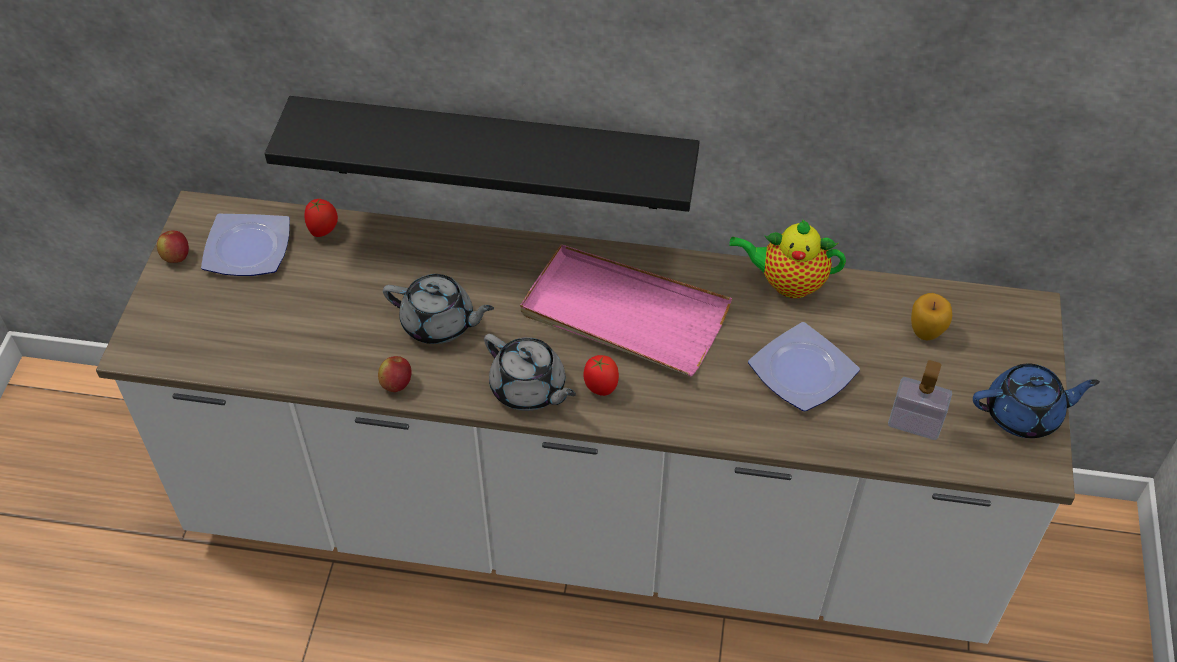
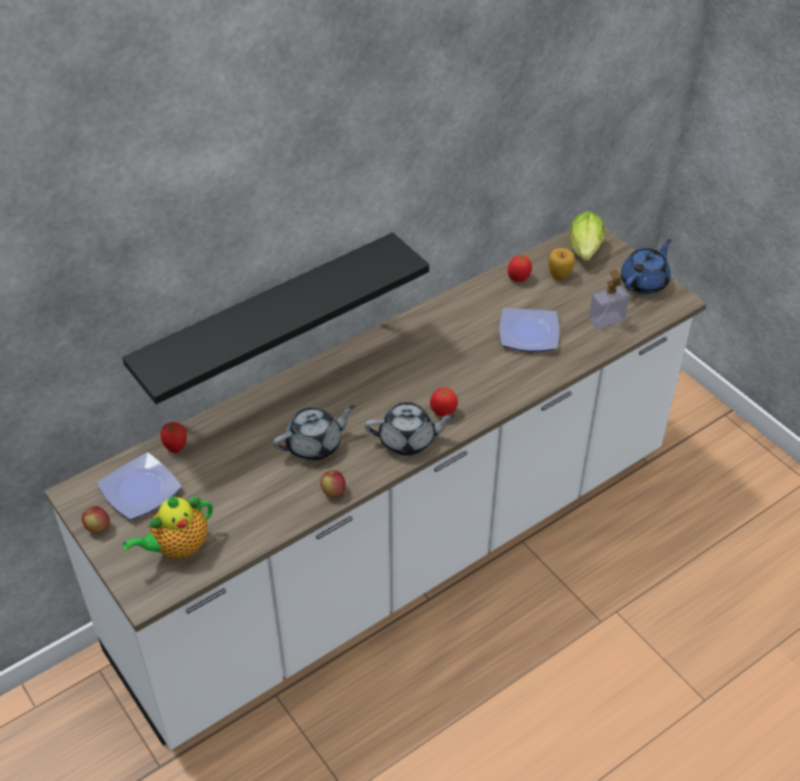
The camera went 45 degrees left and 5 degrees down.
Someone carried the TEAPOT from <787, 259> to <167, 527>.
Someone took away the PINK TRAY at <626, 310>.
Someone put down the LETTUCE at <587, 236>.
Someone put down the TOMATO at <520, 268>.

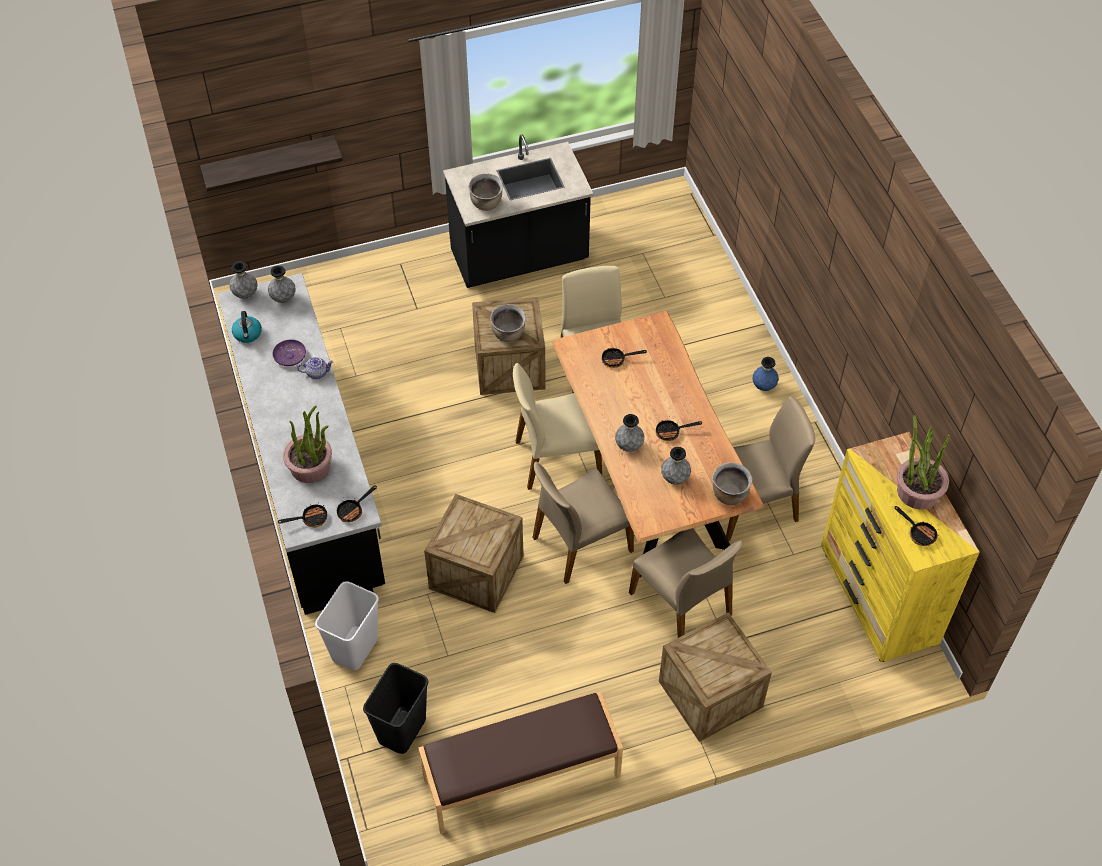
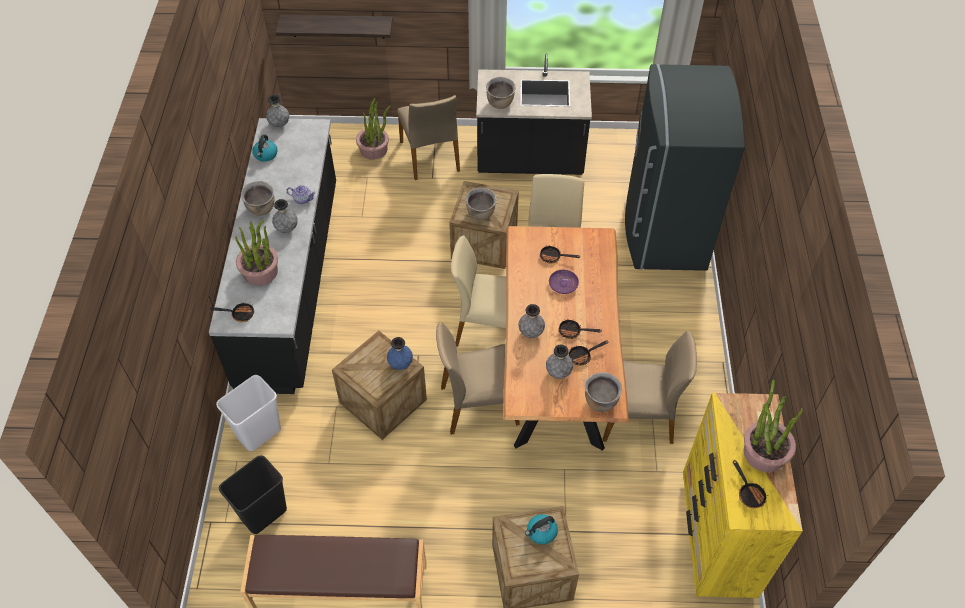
The camera went 20 degrees right and 0 degrees up.
Someone carried the GREY VASE from <282, 284> to <285, 216>.
Someone carried the PURPLE PLATE from <289, 353> to <564, 282>.
Someone carried the BLUE VASE from <766, 374> to <400, 353>.
Someone carried the FRYING PAN from <357, 503> to <588, 353>.
Someone carried the BEIGE CHAIR from <686, 583> to <428, 137>.
Someone put down the GREY FRIDGE at <685, 167>.
Someone put down the POTTED PLANT at <373, 129>.
Someone put down the BROWN COOKING POT at <258, 198>.
Someone put down the KETTLE at <541, 529>.

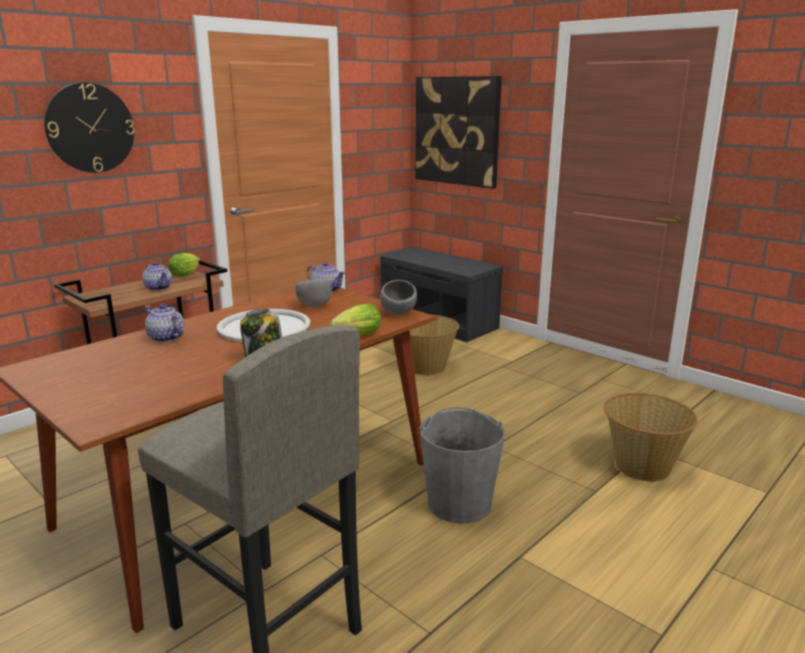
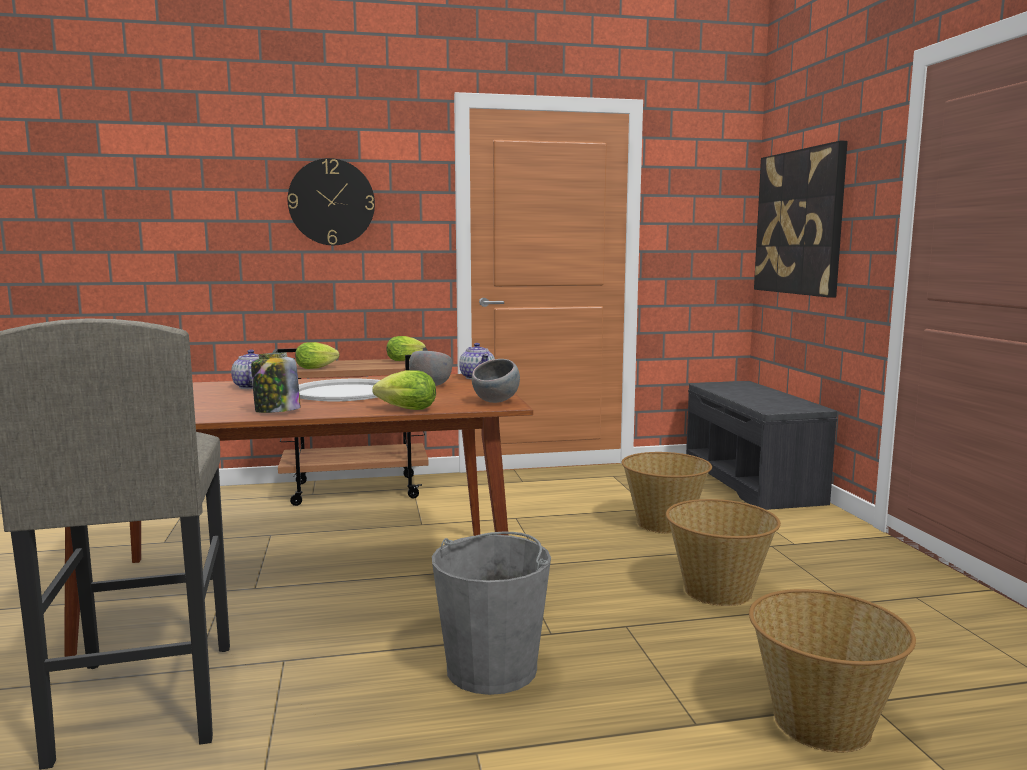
The camera went 35 degrees right and 10 degrees down.
Someone took away the TEAPOT at <157, 276>.
Someone put down the LETTUCE at <317, 355>.
Someone put down the BASKET at <723, 552>.

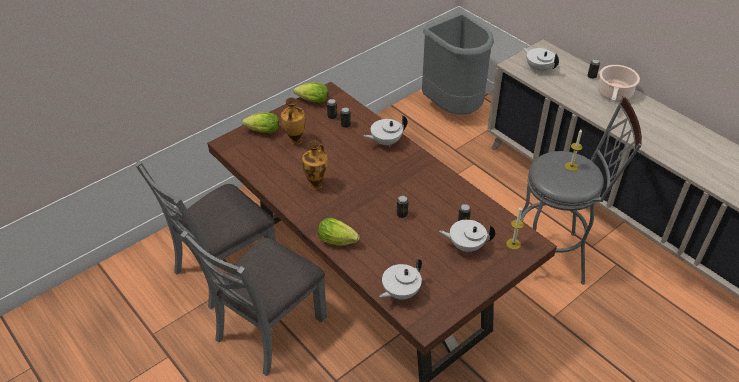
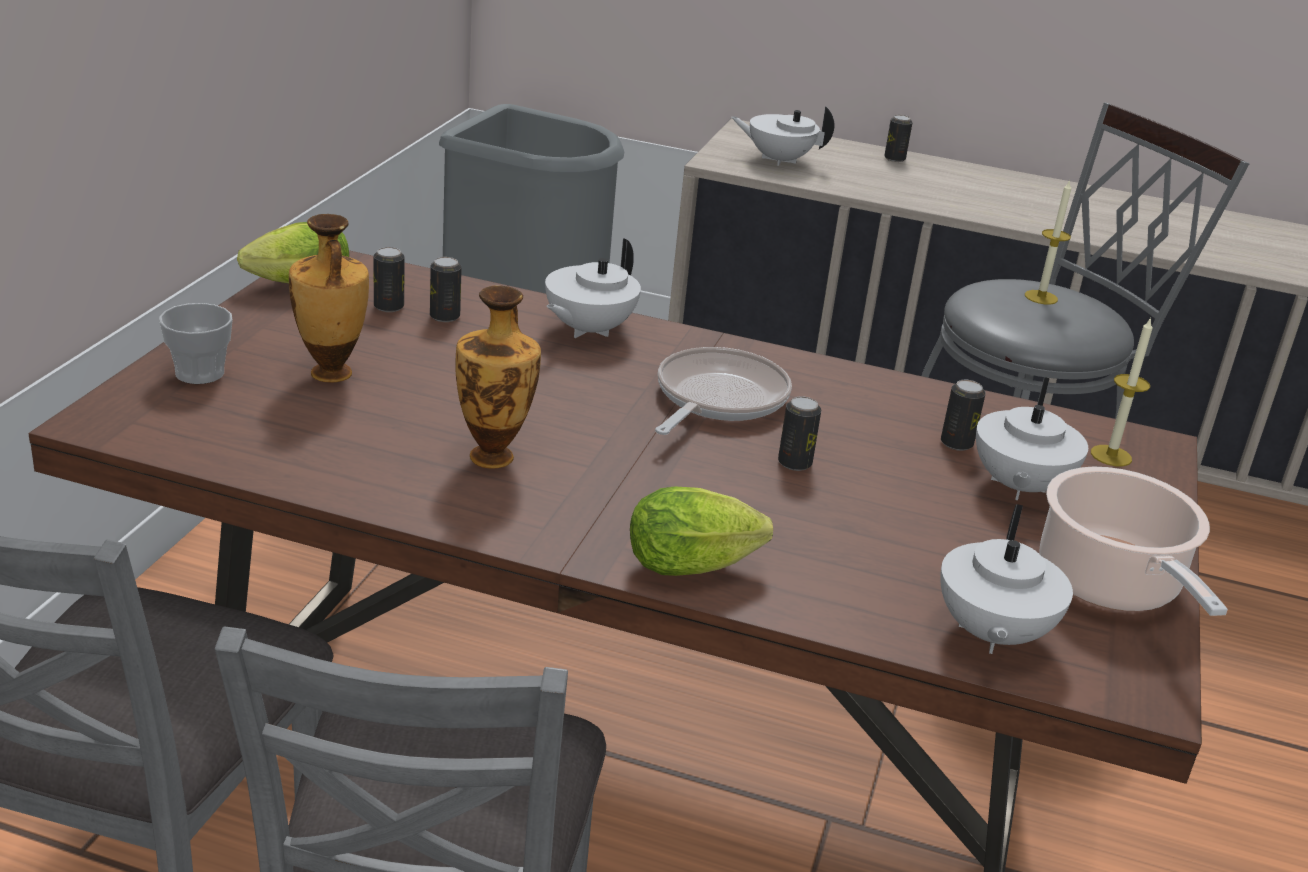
The camera went 35 degrees left and 15 degrees down.
Someone carried the COOKING POT from <619, 83> to <1133, 541>.
Someone swapped the LETTUCE at <260, 123> for the CUP at <196, 343>.
Someone rotated the WHITE TEAPOT at <467, 235> by 45 degrees counterclockwise.
Someone put down the FRYING PAN at <723, 391>.

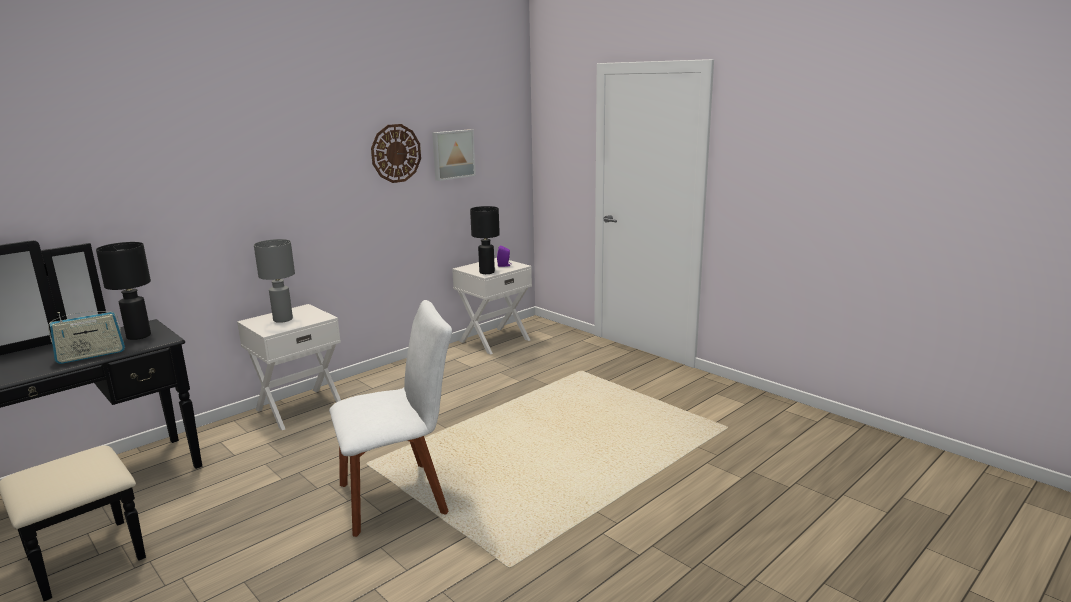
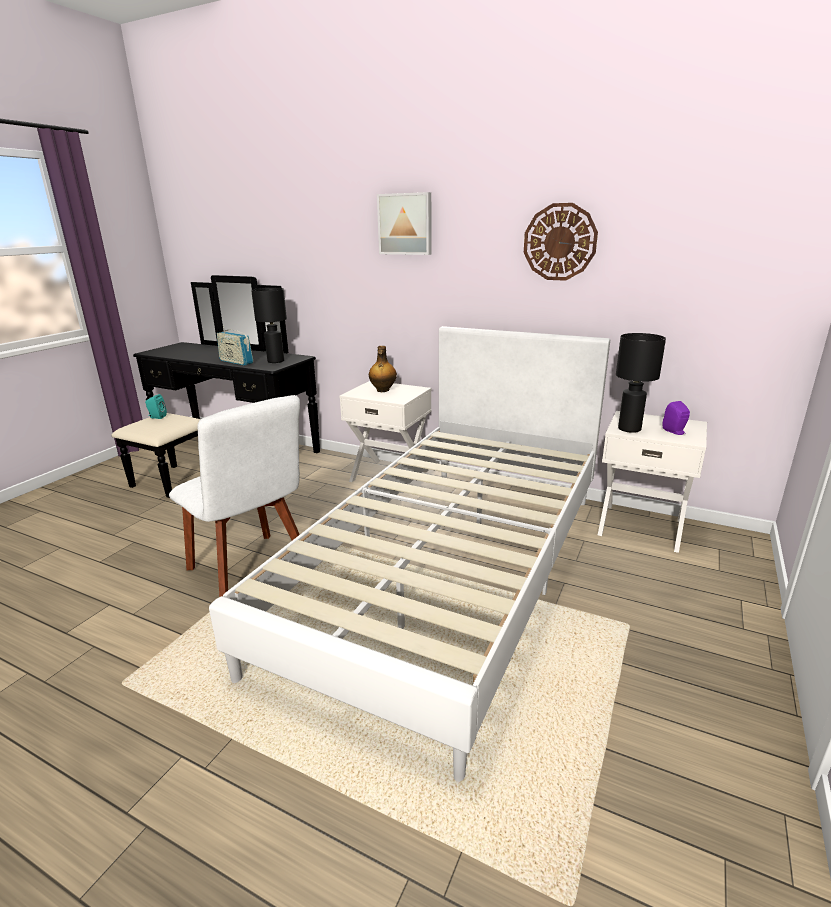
The camera went 70 degrees right and 5 degrees up.
Someone carried the PICTURE from <454, 155> to <404, 223>.
Someone swapped the GREY TABLE LAMP at <274, 281> for the BOTTLE at <383, 369>.
Someone put down the WHITE BED at <409, 554>.
Someone put down the TURQUOISE SPEAKER at <156, 406>.

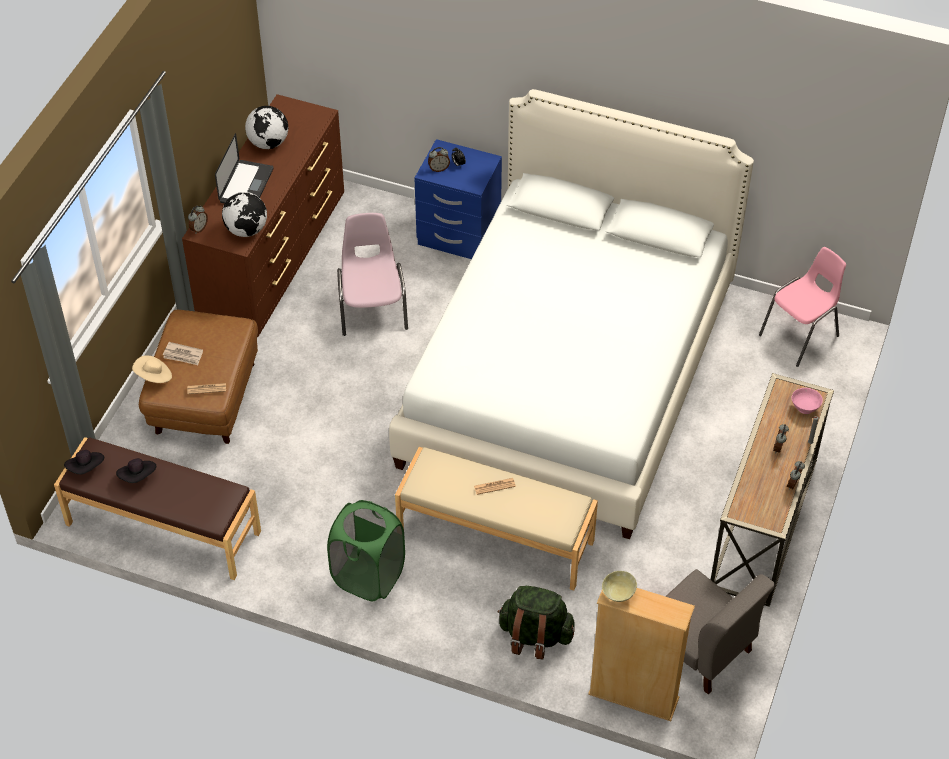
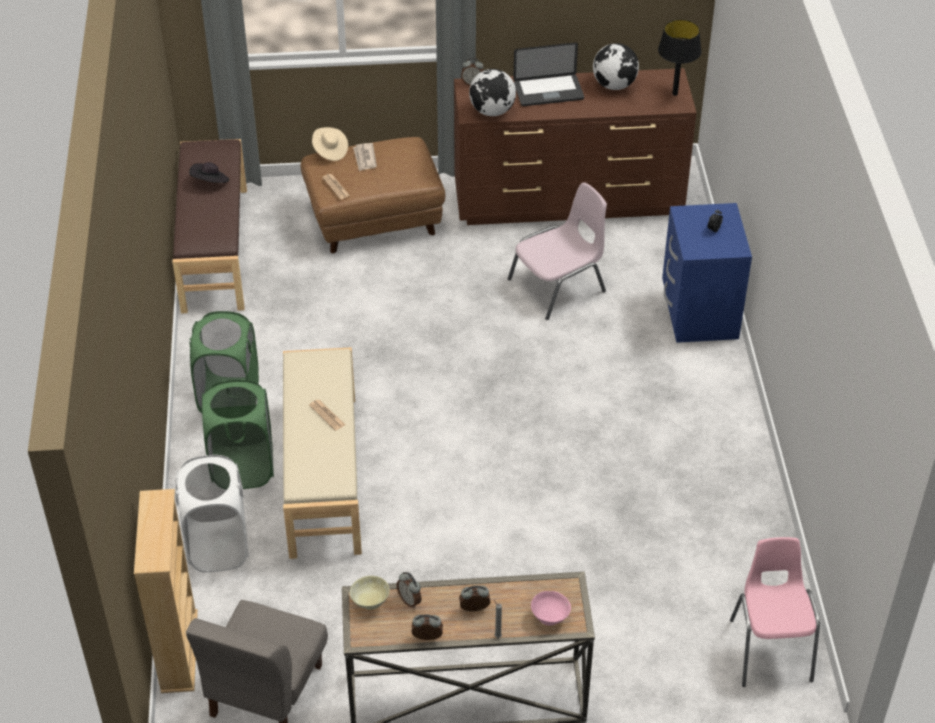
The camera went 65 degrees right and 5 degrees down.
Someone took away the WHITE BED at <571, 314>.
Someone carried the ALARM CLOCK from <439, 159> to <409, 590>.
Someone rotated the PINK CHAIR at <802, 307> by 120 degrees counterclockwise.
Someone took away the BLACK HAT at <84, 462>.
Someone carried the BEIGE BOWL from <619, 586> to <370, 593>.
Someone swapped the GREEN BACKPACK at <536, 622> for the WHITE LAUNDRY BASKET at <212, 513>.
Someone put down the BLACK TABLE LAMP at <680, 57>.
Someone put down the GREEN LAUNDRY BASKET at <238, 434>.

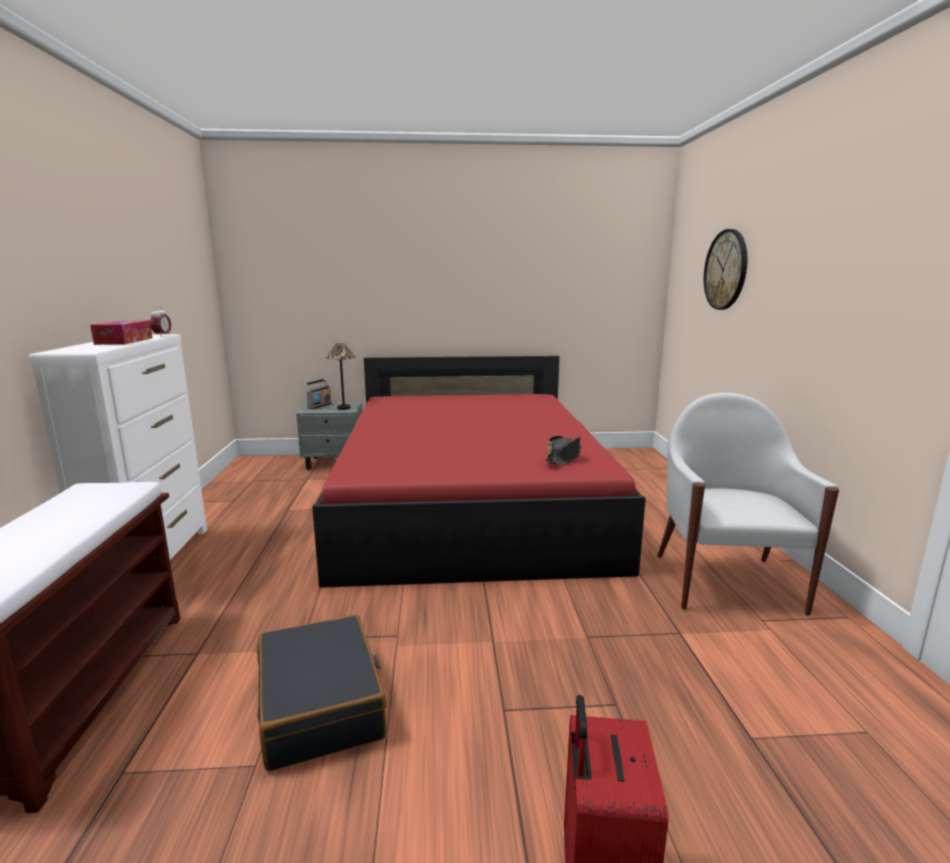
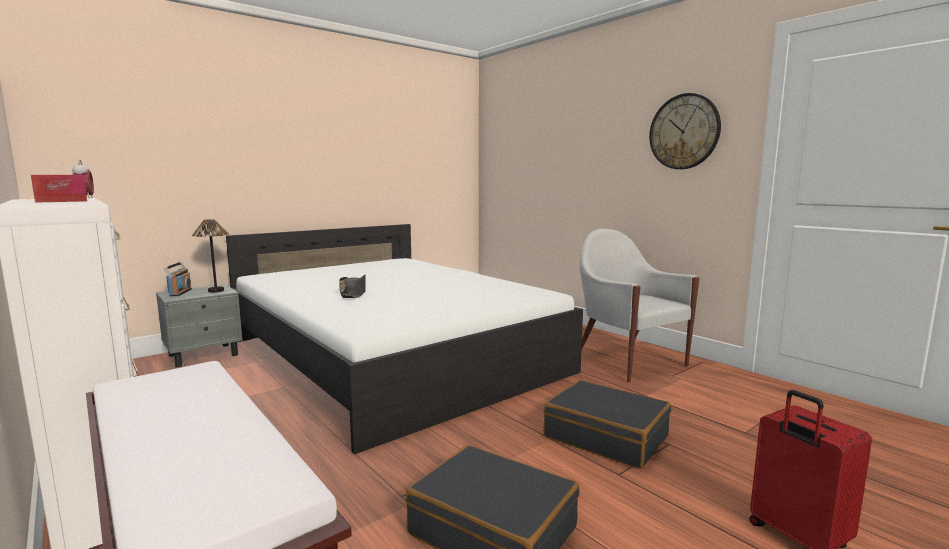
The camera went 35 degrees left and 5 degrees down.
Someone carried the WALL CLOCK from <725, 269> to <685, 131>.
Someone repainted the RED BED at <479, 472>, which became the WHITE BED at <404, 339>.
Someone carried the BLACK HAT from <563, 450> to <352, 286>.
Someone put down the BLACK SUITCASE at <607, 424>.

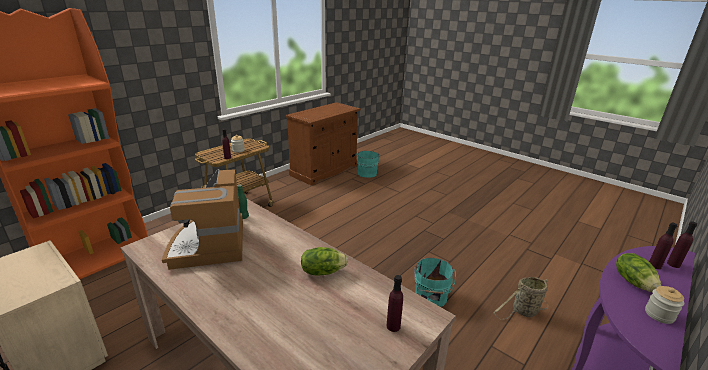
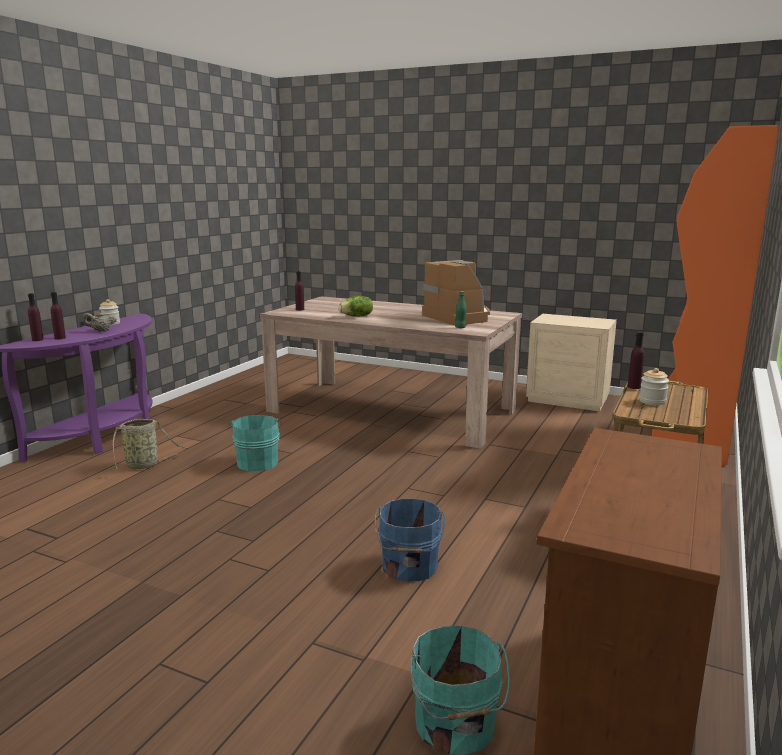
The camera went 165 degrees right and 10 degrees down.
Someone swapped the LETTUCE at <639, 272> for the BEIGE TEAPOT at <100, 321>.
Someone put down the BLUE BUCKET at <410, 539>.

